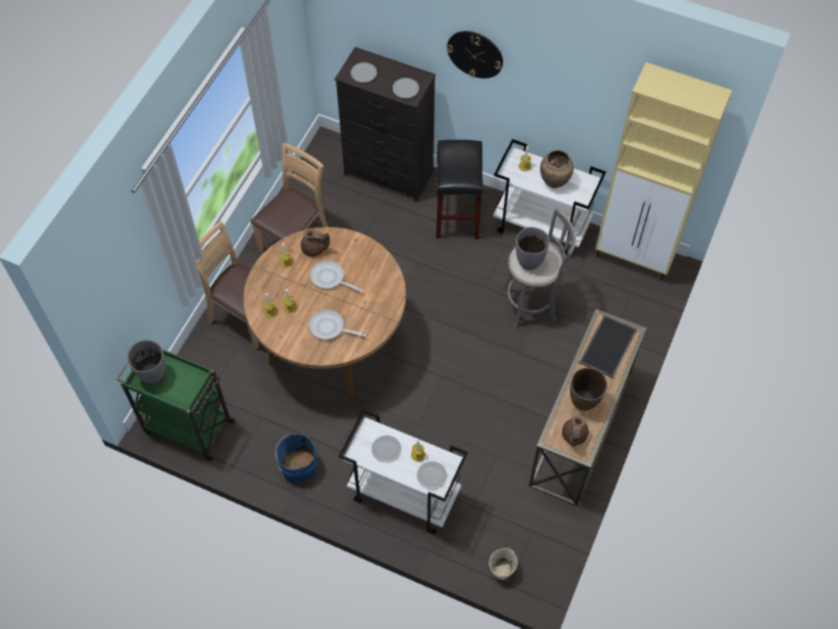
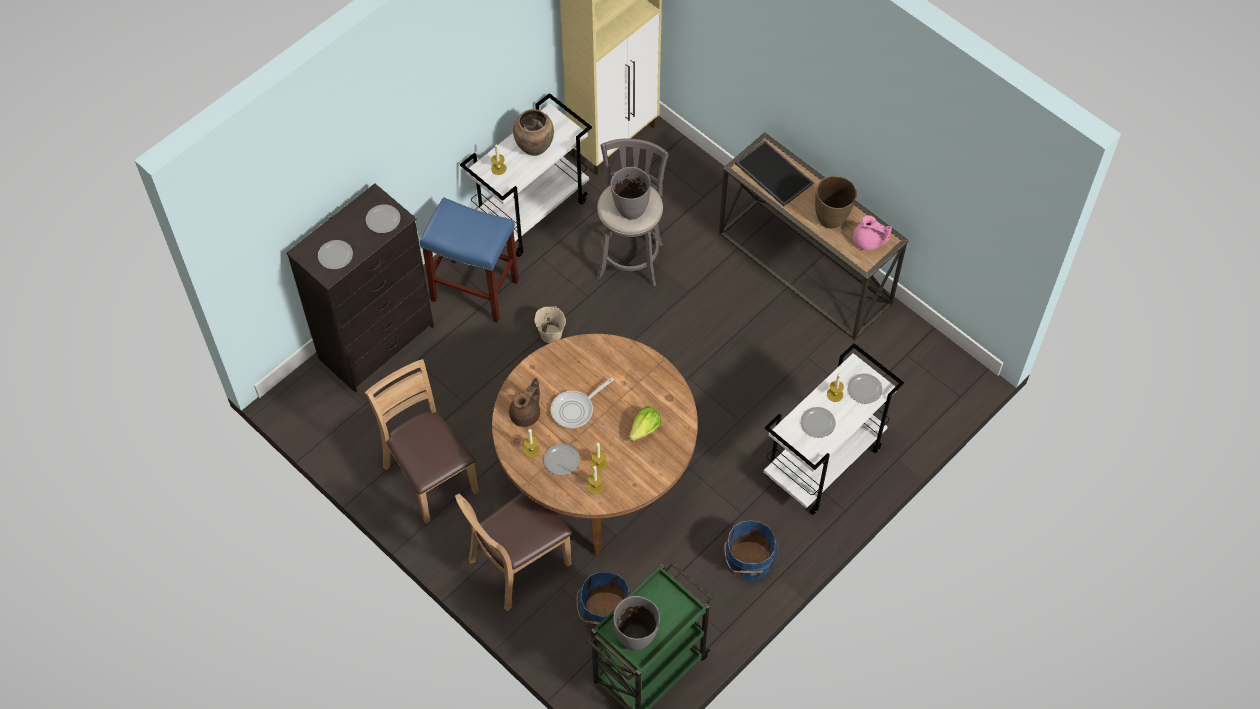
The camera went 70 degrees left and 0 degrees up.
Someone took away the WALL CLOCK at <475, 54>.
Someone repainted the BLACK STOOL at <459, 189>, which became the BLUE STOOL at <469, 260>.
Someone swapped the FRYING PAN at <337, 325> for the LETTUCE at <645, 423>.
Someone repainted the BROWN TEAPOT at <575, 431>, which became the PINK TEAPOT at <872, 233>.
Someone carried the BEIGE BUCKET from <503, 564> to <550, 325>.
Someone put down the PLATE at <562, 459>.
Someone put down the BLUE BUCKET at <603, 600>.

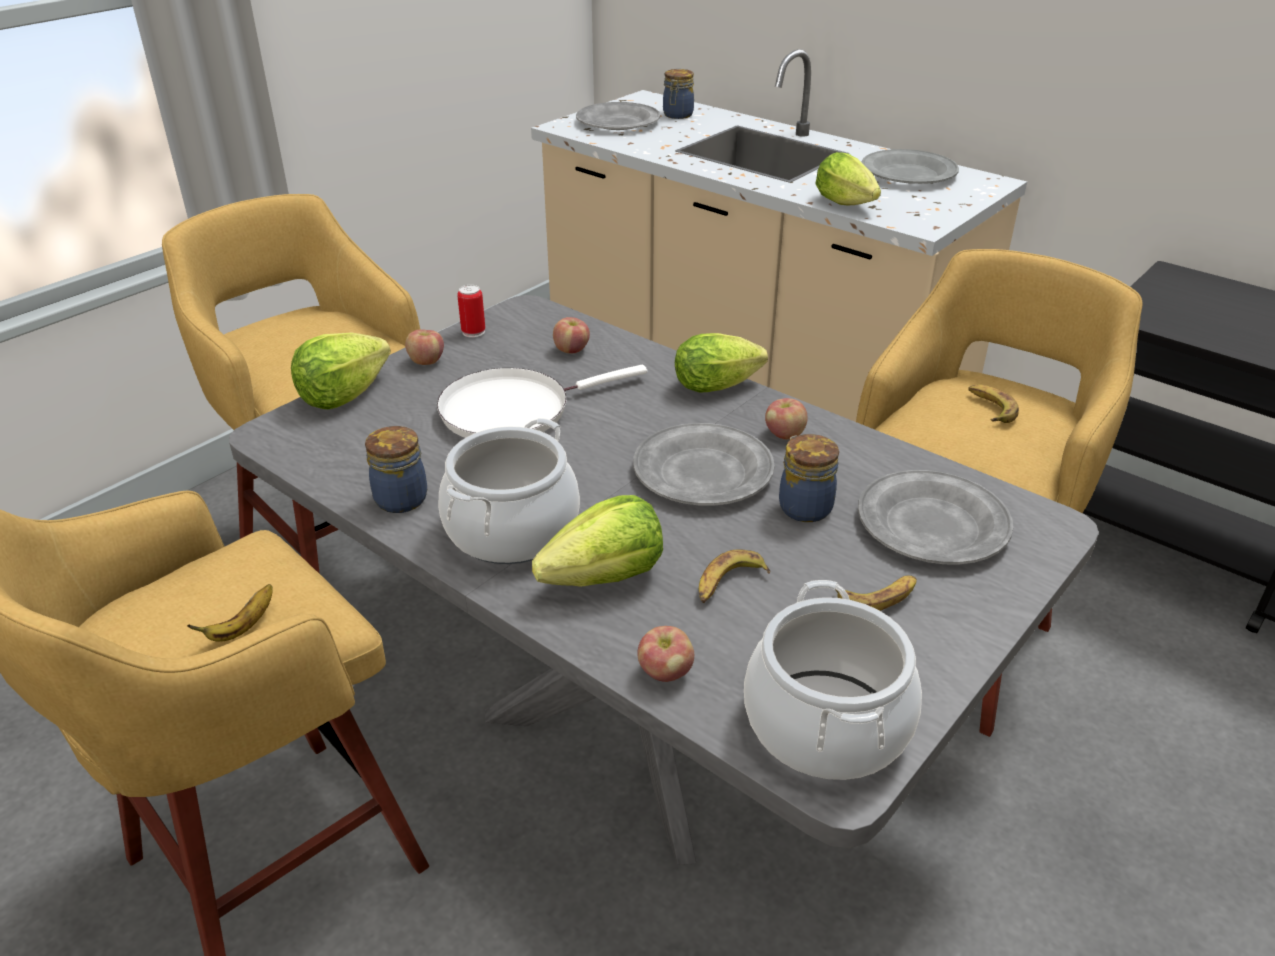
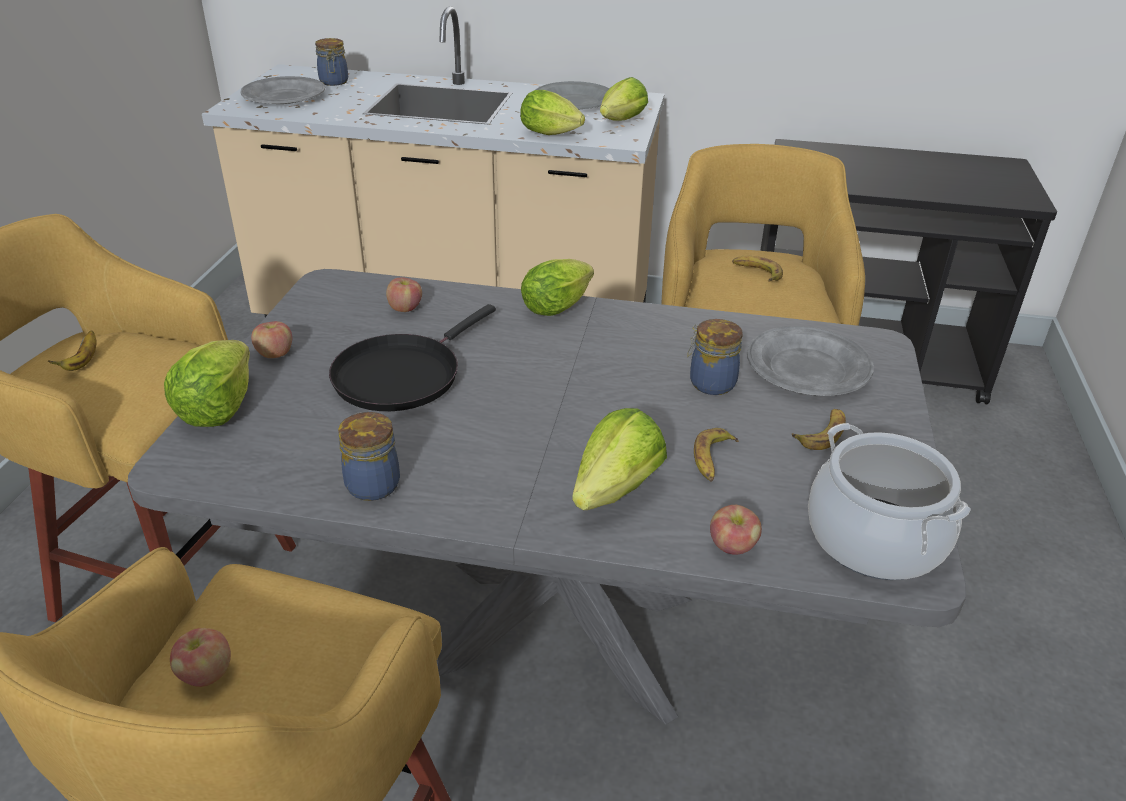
The camera went 30 degrees left and 0 degrees up.
Someone took away the CAN at <471, 311>.
Someone repainted the WHITE FRYING PAN at <542, 401>, which became the BLACK FRYING PAN at <412, 357>.
Someone carried the APPLE from <786, 419> to <200, 657>.
Someone took away the COOKING POT at <509, 491>.
Someone took away the GREY PLATE at <704, 464>.
Someone carried the BANANA from <230, 613> to <72, 350>.
Someone put down the LETTUCE at <624, 99>.

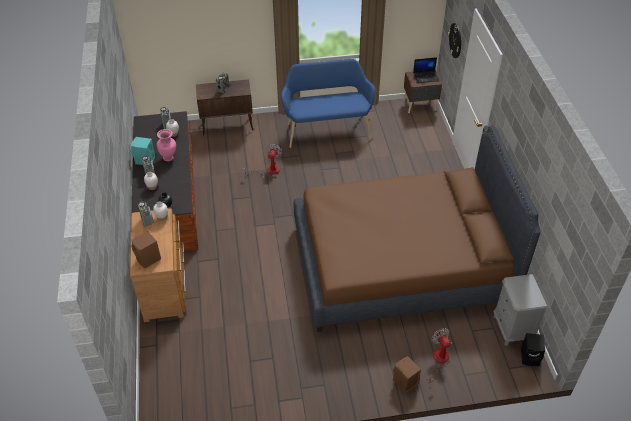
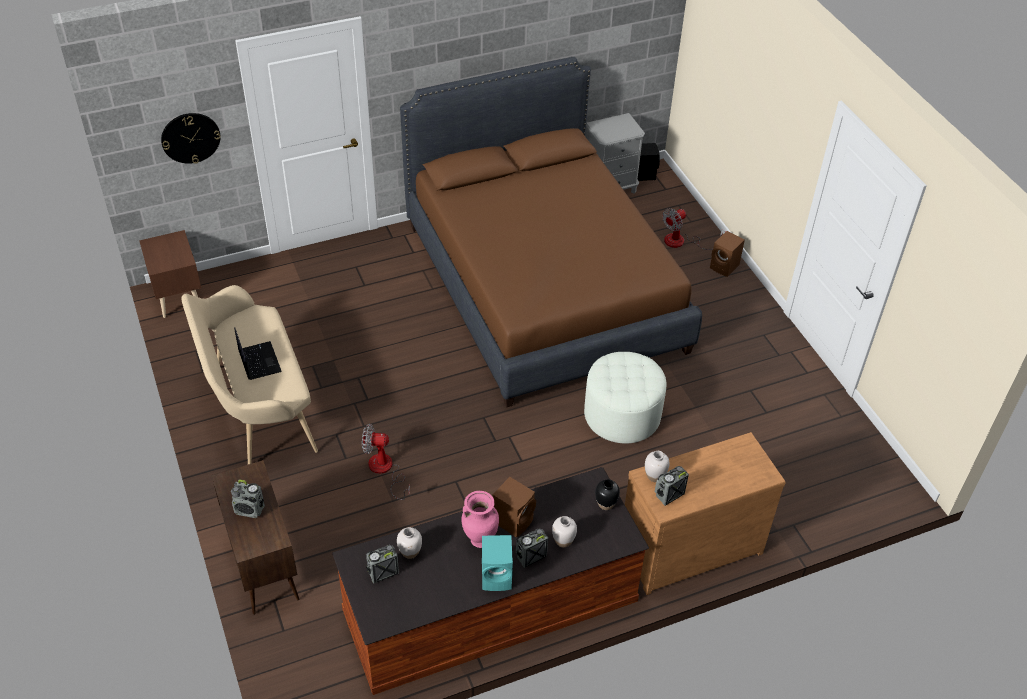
The camera went 105 degrees left and 0 degrees up.
Someone carried the LAPTOP from <426, 70> to <258, 353>.
Someone repainted the BLUE BENCH at <328, 103>, which became the BEIGE BENCH at <250, 374>.
Someone carried the BROWN SPEAKER from <146, 249> to <514, 507>.
Someone put down the WHITE OTTOMAN at <625, 397>.

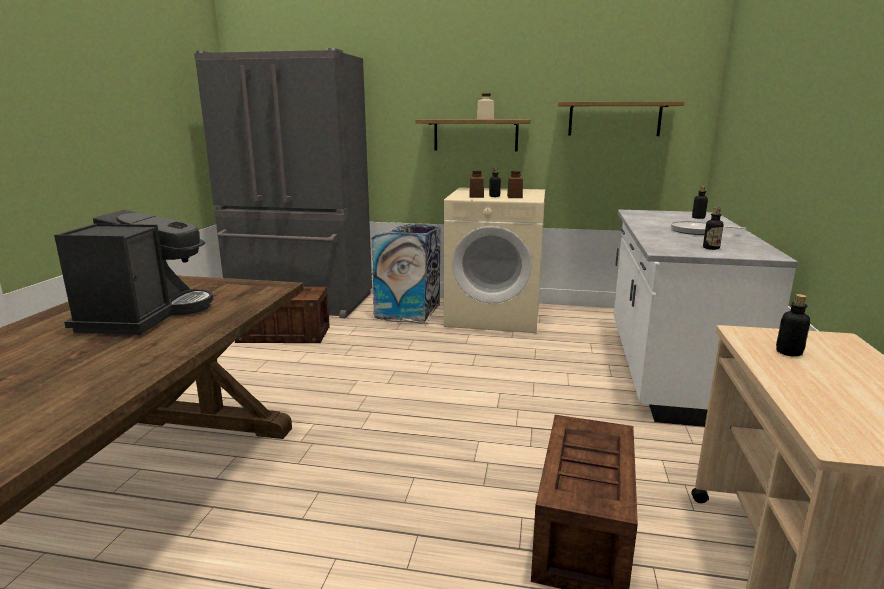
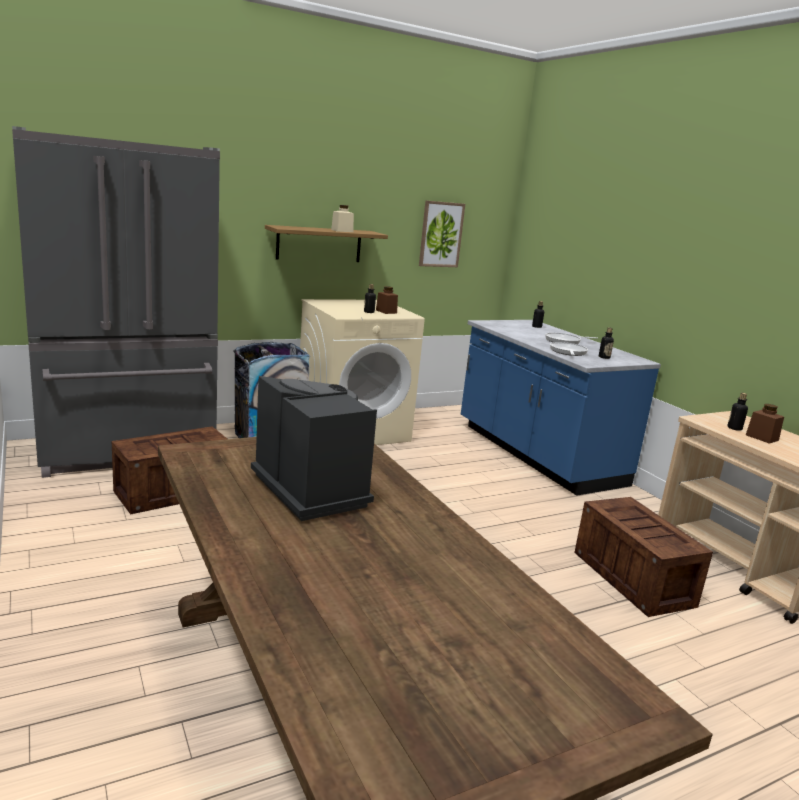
The camera went 40 degrees left and 0 degrees up.
Someone swapped the SHELF at <621, 118> for the PICTURE at <442, 233>.
Someone carried the BROWN JAR from <476, 184> to <765, 424>.
Someone repainted the WHITE COUNTER at <706, 318>, which became the BLUE COUNTER at <561, 408>.
Someone put down the FRYING PAN at <569, 349>.

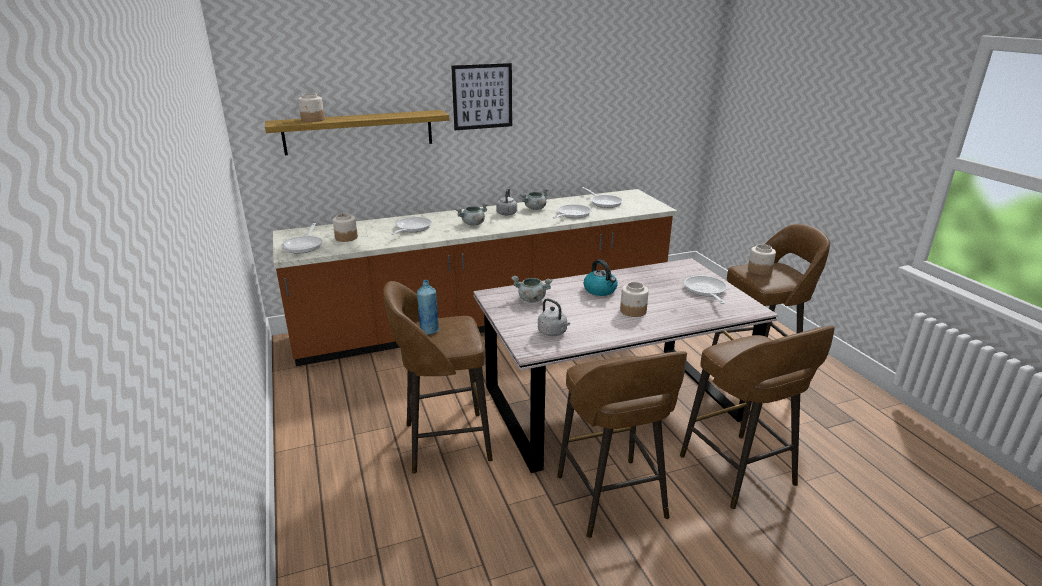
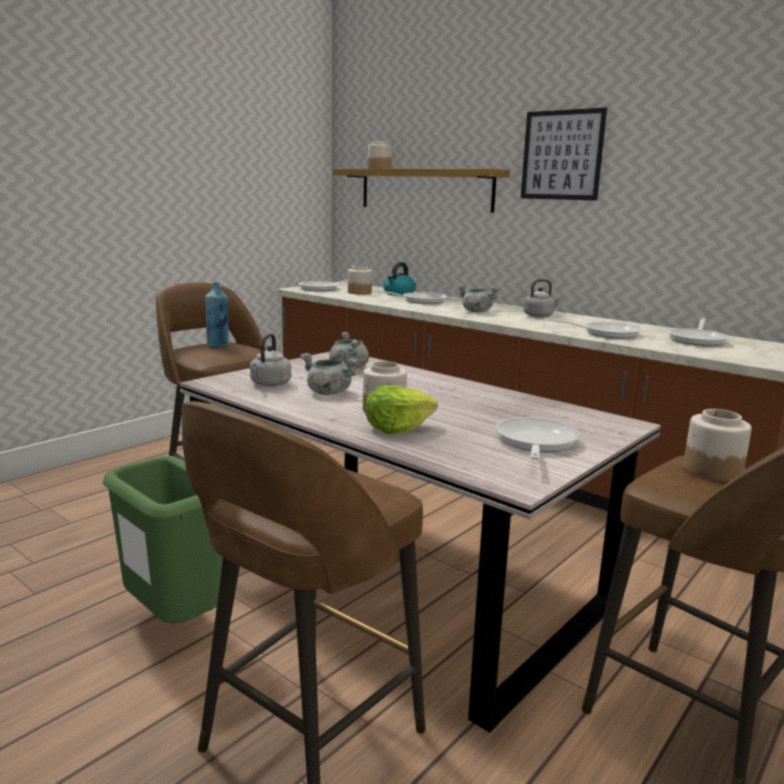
The camera went 60 degrees right and 10 degrees down.
Someone carried the GREY COOKING POT from <534, 199> to <329, 374>.
Someone carried the KETTLE from <600, 277> to <399, 279>.
Someone rotated the FRYING PAN at <706, 289> by 45 degrees counterclockwise.
Someone swapped the BROWN STOOL at <622, 444> for the GREEN TRASH CAN at <163, 540>.
Someone put down the LETTUCE at <401, 409>.

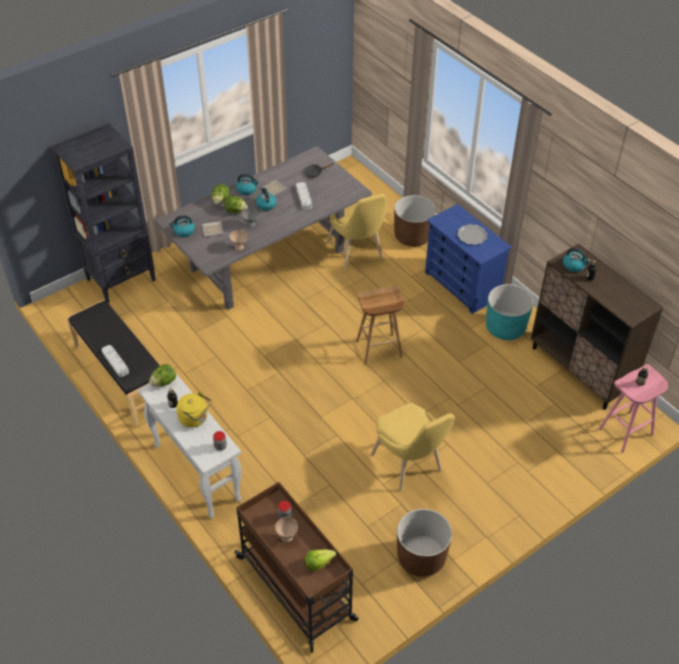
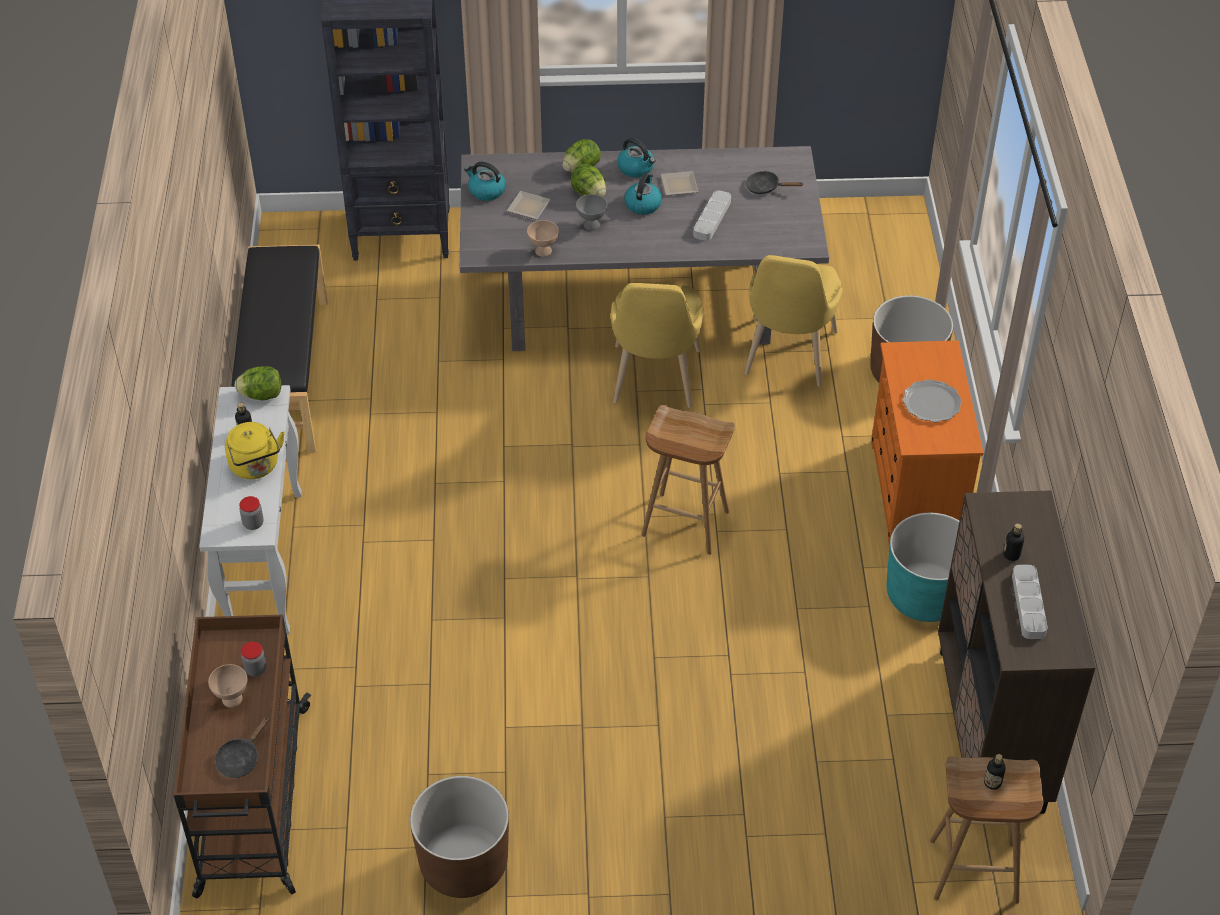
The camera went 35 degrees right and 0 degrees up.
Someone repainted the BLUE DRESSER at <468, 259>, which became the ORANGE DRESSER at <927, 443>.
Someone took away the KETTLE at <577, 260>.
Someone carried the GREY TRAY from <115, 361> to <1030, 602>.
Someone repainted the PINK STOOL at <633, 408>, which became the BROWN STOOL at <986, 830>.
Someone carried the YELLOW CHAIR from <413, 447> to <657, 345>.
Someone swapped the LETTUCE at <320, 560> for the BLACK FRYING PAN at <242, 747>.

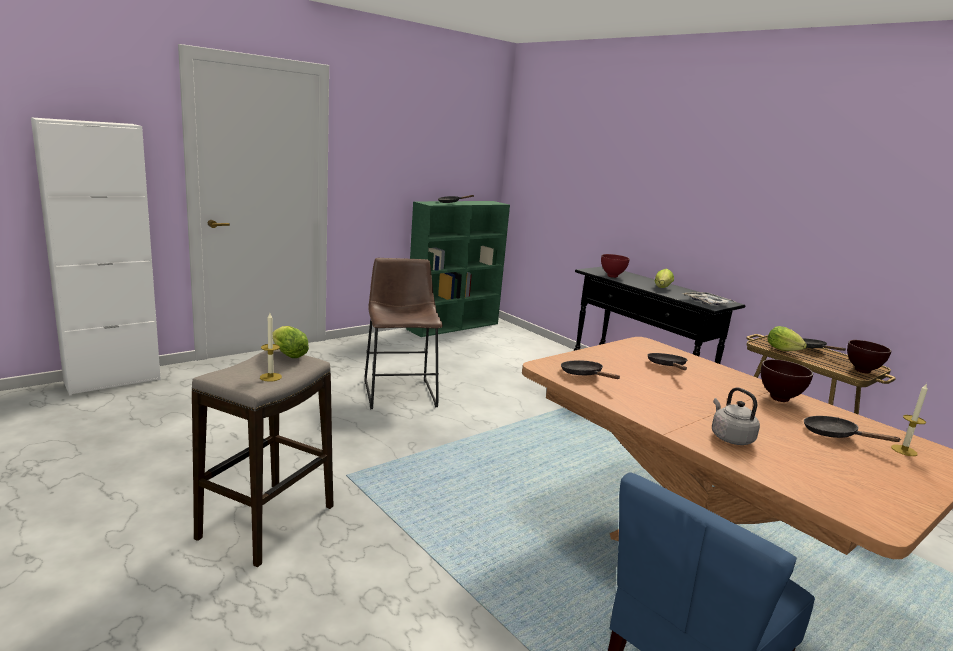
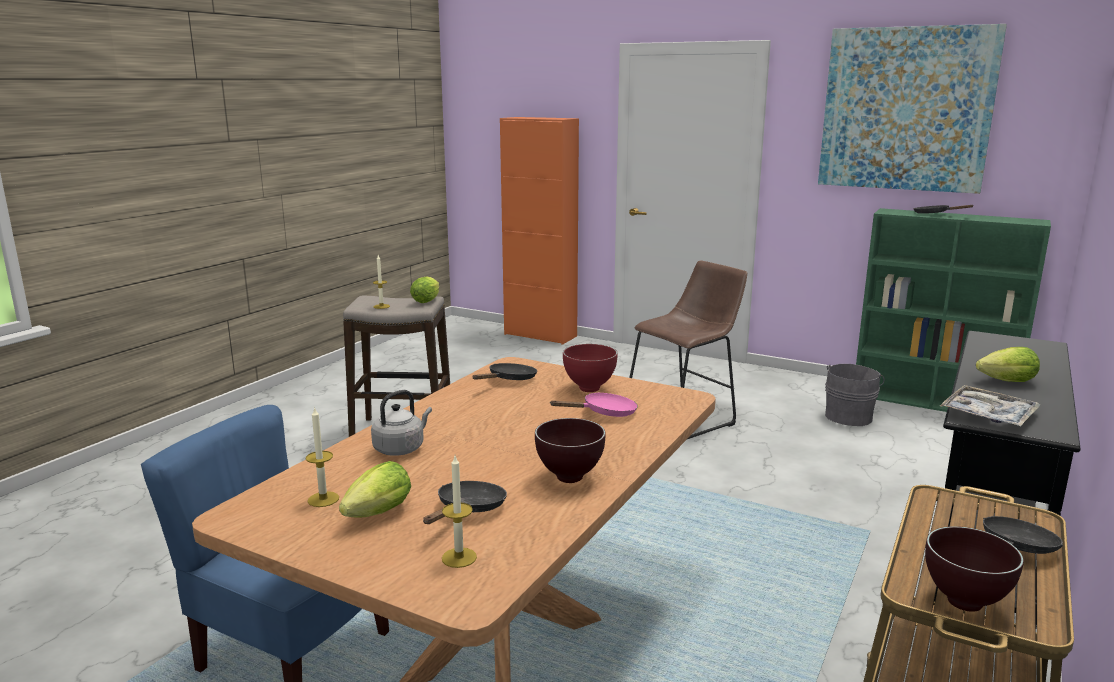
The camera went 70 degrees right and 0 degrees up.
Someone repainted the WHITE CABINET at <96, 256>, which became the ORANGE CABINET at <539, 231>.
Someone carried the RED BOWL from <615, 266> to <590, 368>.
Someone carried the LETTUCE from <787, 338> to <375, 489>.
Someone repainted the BLACK FRYING PAN at <667, 361>, which became the PINK FRYING PAN at <594, 404>.
Someone put up the PICTURE at <912, 109>.
Someone put down the GREY BUCKET at <855, 395>.
Someone put down the CANDLE at <322, 457>.

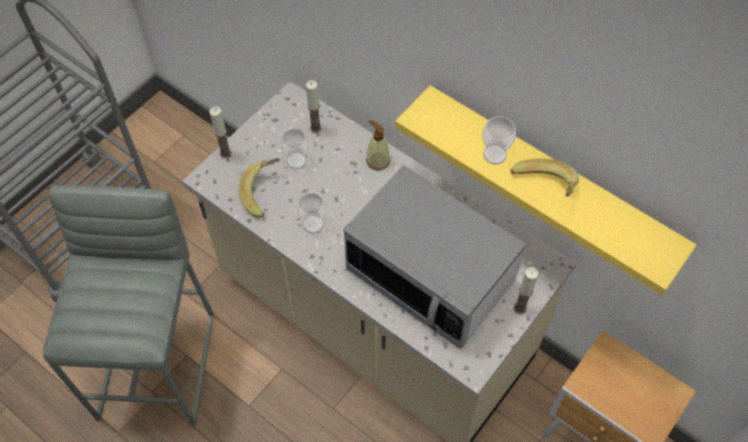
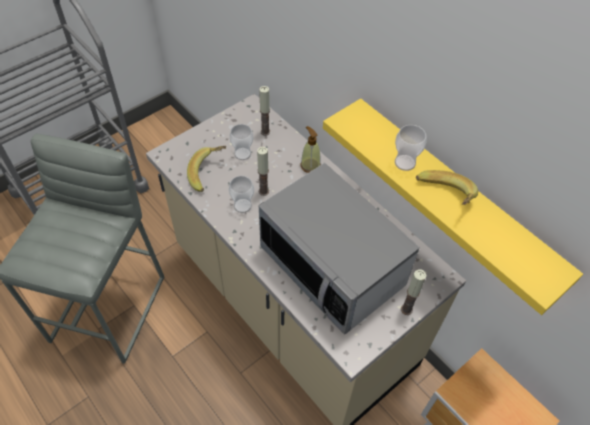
The camera went 10 degrees right and 5 degrees down.
Someone carried the CANDLE from <220, 133> to <263, 171>.

